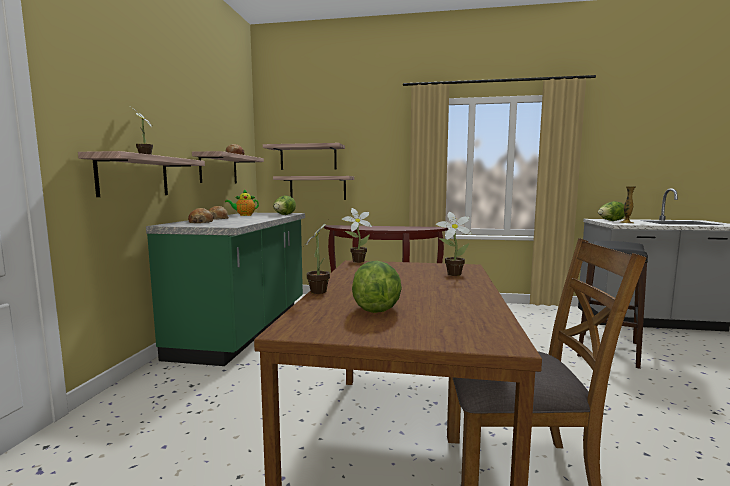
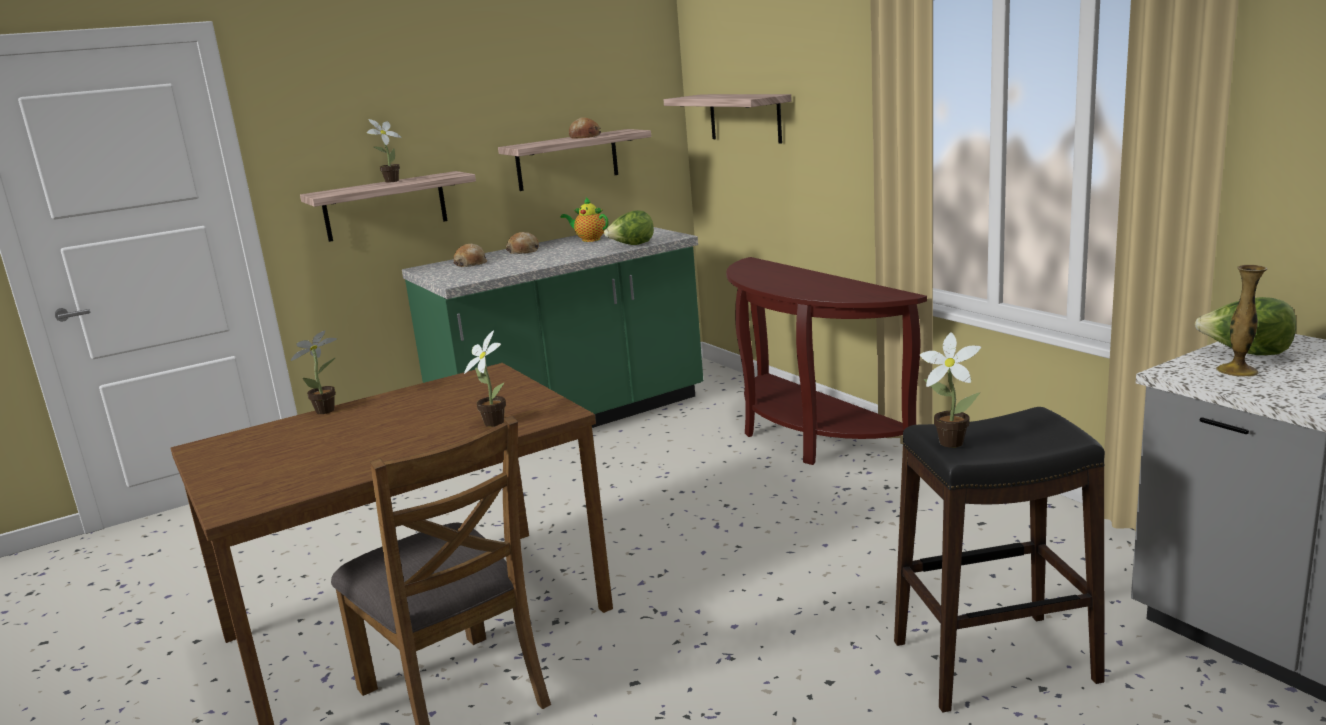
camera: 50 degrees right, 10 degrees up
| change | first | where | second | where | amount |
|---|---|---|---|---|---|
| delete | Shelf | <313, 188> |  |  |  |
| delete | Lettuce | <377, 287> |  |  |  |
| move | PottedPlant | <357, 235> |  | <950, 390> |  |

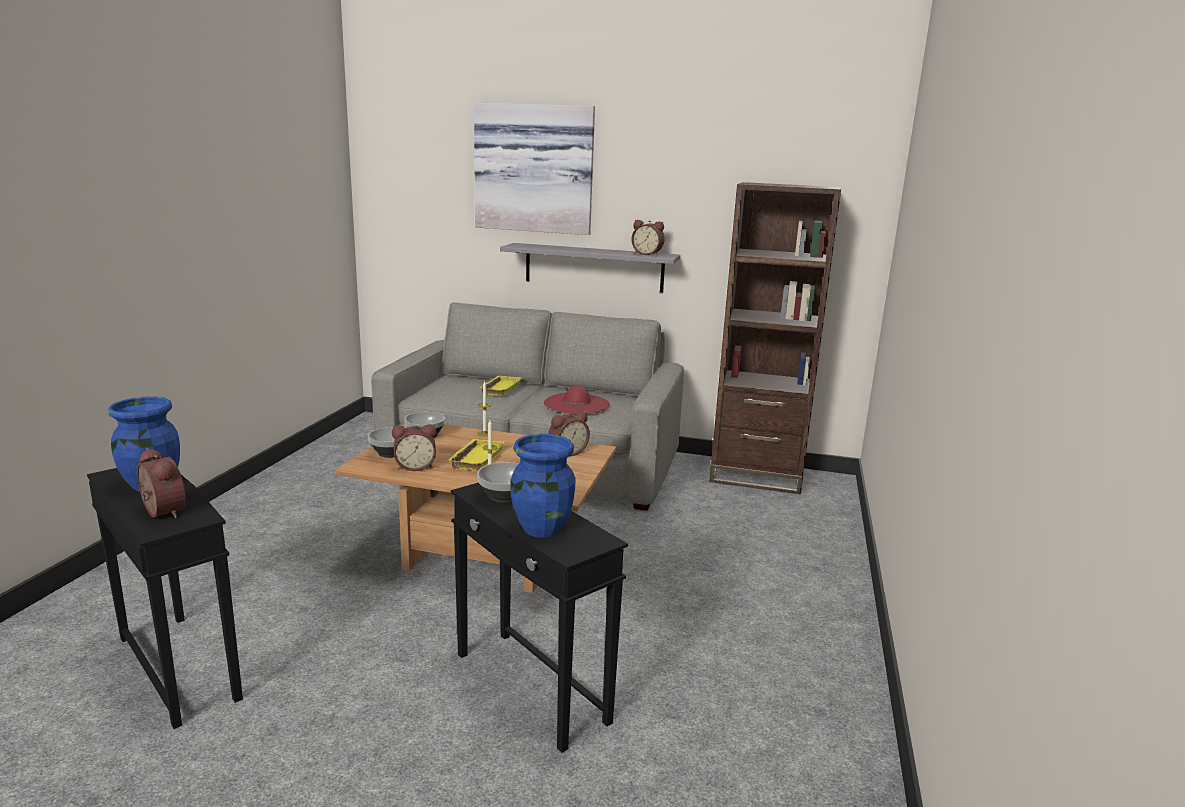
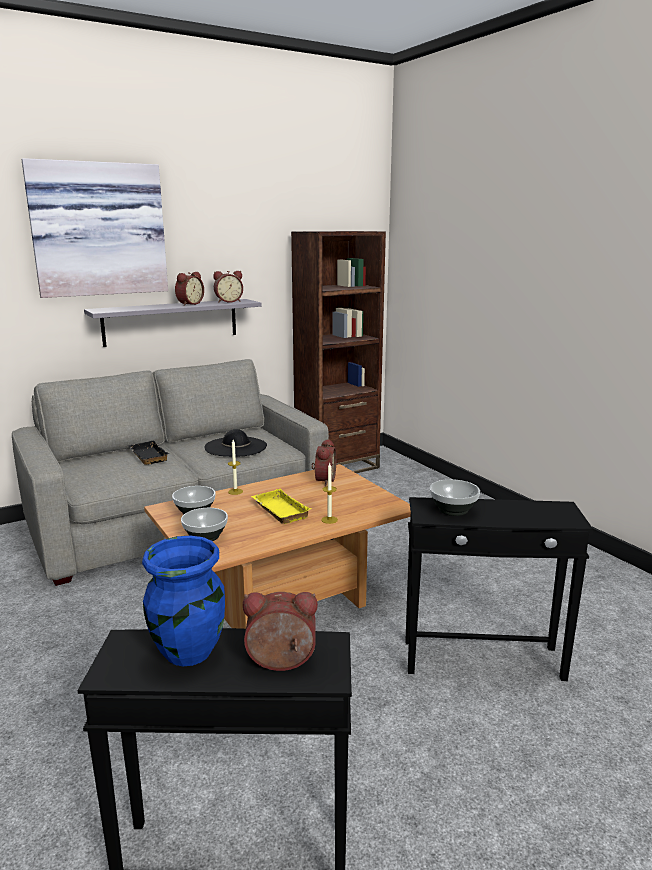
camera: 45 degrees left, 0 degrees up
| change | first | where | second | where | amount |
|---|---|---|---|---|---|
| delete | BlueVase | <542, 486> |  |  |  |
| move | AlarmClock | <414, 447> |  | <189, 289> |  |
| recolor | YellowTray | <501, 386> | BlackTray | <148, 453> |  |
| recolor | RedHat | <577, 399> | BlackHat | <235, 442> |  |

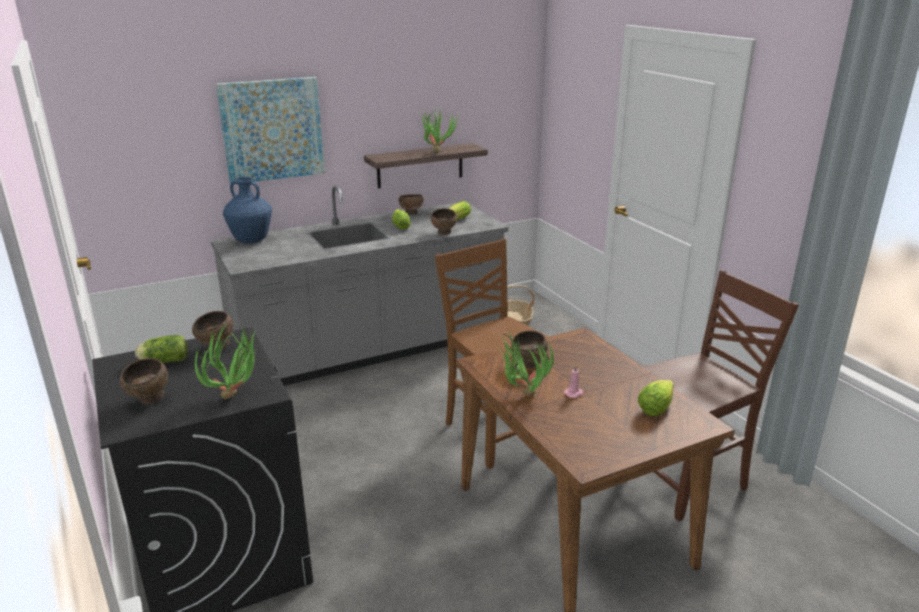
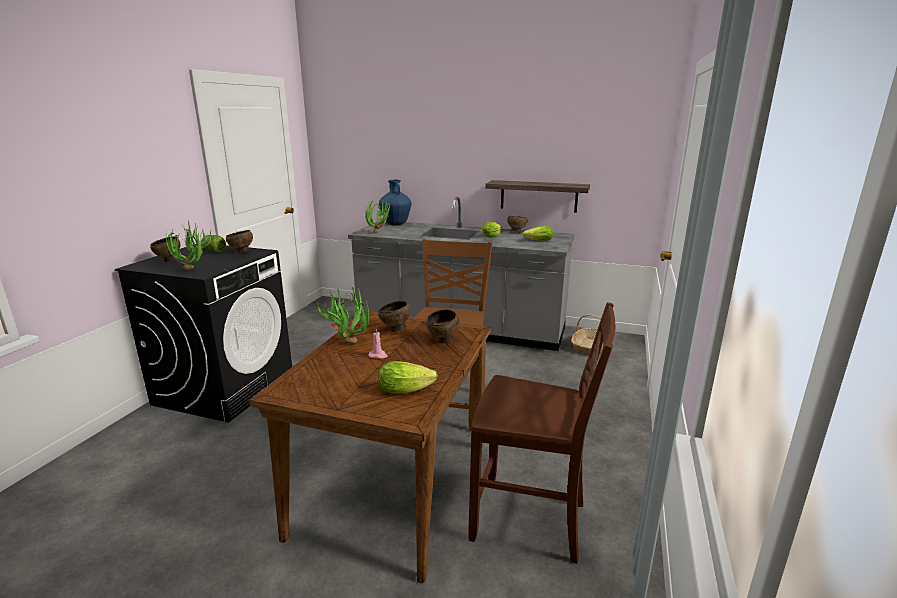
camera: 45 degrees right, 5 degrees down
| change | first | where | second | where | amount |
|---|---|---|---|---|---|
| delete | Picture | <270, 130> |  |  |  |
| move | PottedPlant | <440, 130> |  | <377, 216> |  |
| move | BrownBowl | <444, 221> |  | <442, 326> |  |

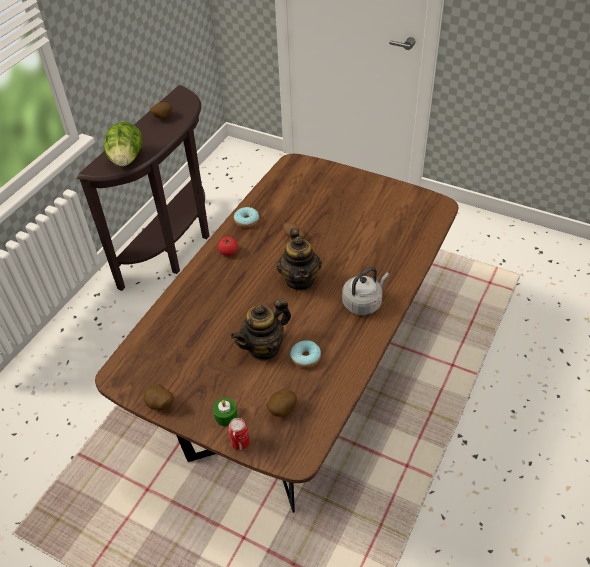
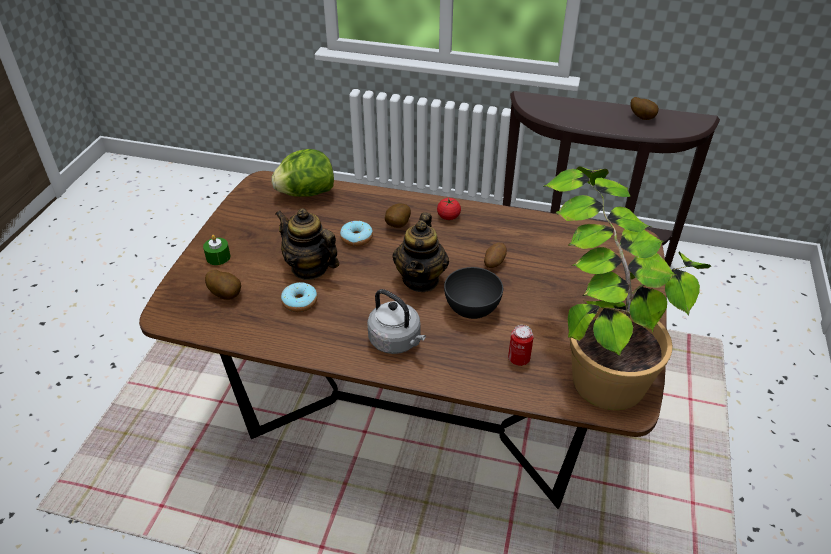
camera: 75 degrees right, 5 degrees down
| change | first | where | second | where | amount |
|---|---|---|---|---|---|
| insert |  |  | GreyBowl | <473, 293> |  |
| insert |  |  | PottedPlant | <627, 288> |  |
| move | Lettuce | <123, 144> |  | <303, 173> |  |
| move | Potato | <159, 397> |  | <398, 215> |  |
| move | Can | <239, 434> |  | <520, 345> |  |
| move | Donut | <246, 217> |  | <356, 234> |  |
| rotate | Teapot | <299, 259> |  | <421, 252> | 60 degrees counterclockwise |

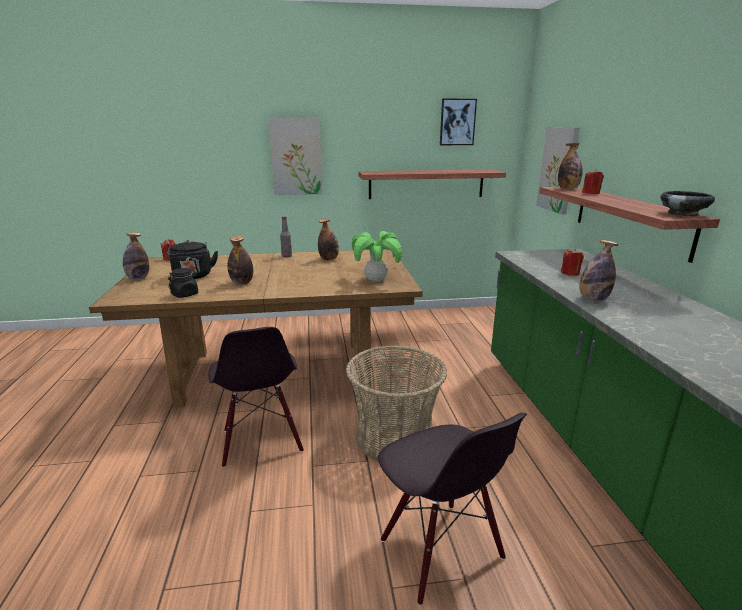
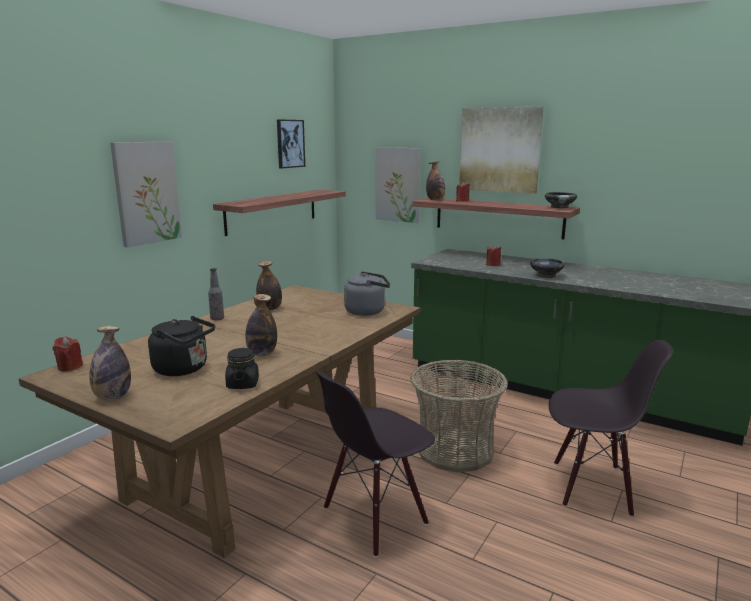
camera: 50 degrees left, 5 degrees down
| change | first | where | second | where | amount |
|---|---|---|---|---|---|
| insert |  |  | Picture | <501, 150> |  |
| replace | PottedPlant | <377, 256> | GreyKettle | <367, 293> |  |
| replace | Bottle | <598, 270> | BlackBowl | <547, 268> |  |
| rotate | BlackChair | <256, 397> |  | <375, 464> | 120 degrees clockwise |

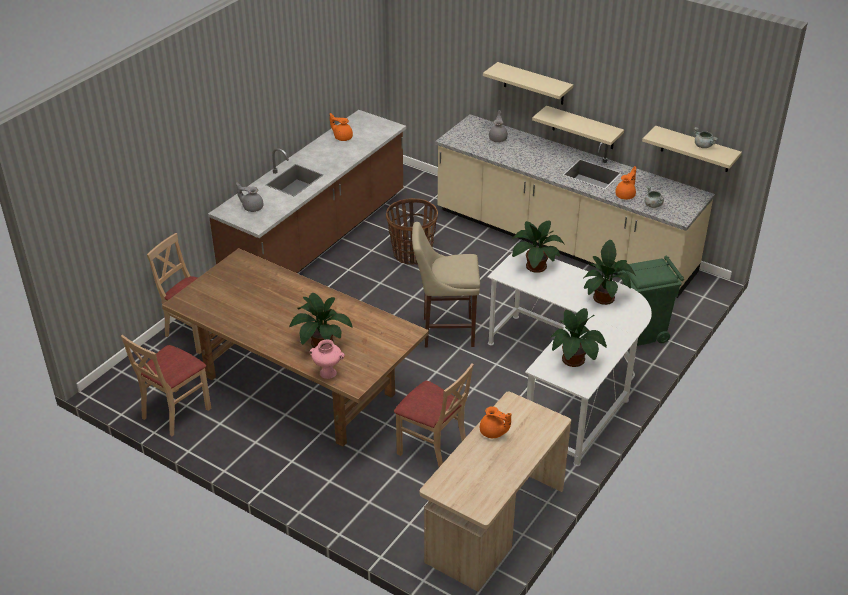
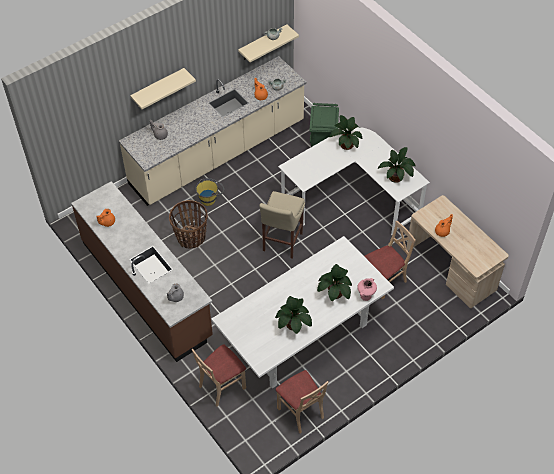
camera: 70 degrees left, 15 degrees up
| change | first | where | second | where | amount |
|---|---|---|---|---|---|
| delete | BeigeShelf | <578, 127> |  |  |  |
| insert |  |  | YellowBucket | <209, 192> |  |
| move | PottedPlant | <537, 247> |  | <293, 315> |  |
| recolor | BrownDiningTable | <295, 347> | WhiteDiningTable | <302, 312> |  |

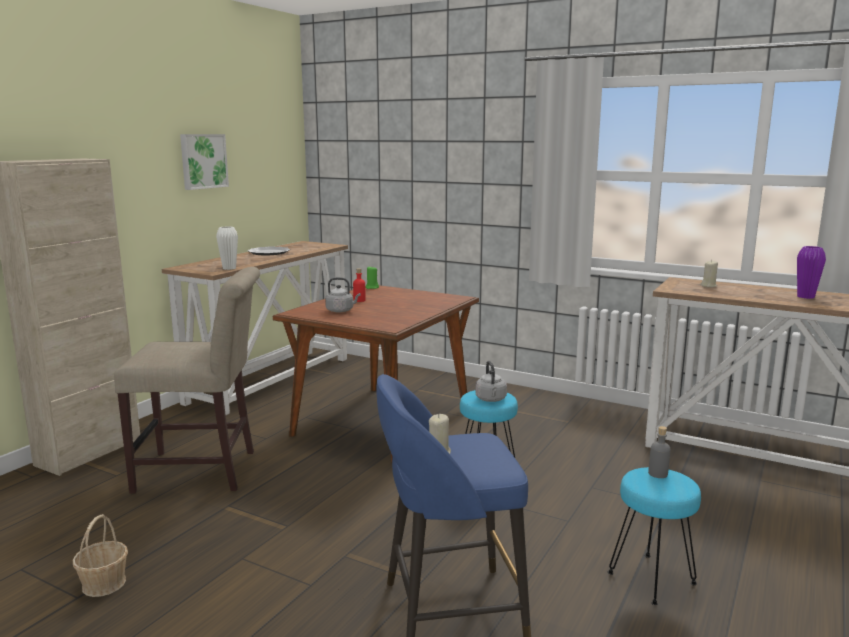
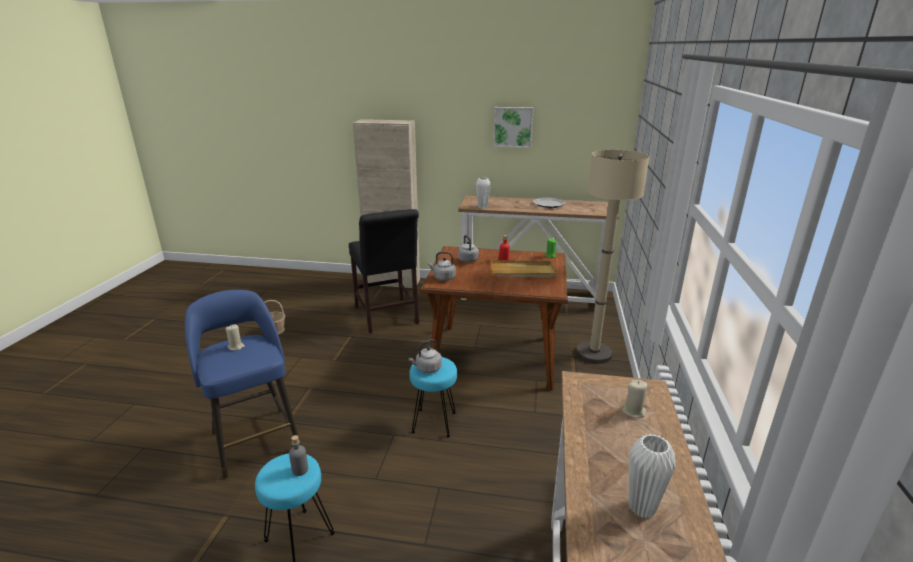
camera: 70 degrees right, 10 degrees up
| change | first | where | second | where | amount |
|---|---|---|---|---|---|
| insert |  |  | GreyKettle | <442, 266> |  |
| insert |  |  | BeigeTray | <524, 269> |  |
| insert |  |  | BeigeFloorLamp | <612, 257> |  |
| recolor | BeigeChair | <187, 380> | BlackChair | <384, 271> |  |
| recolor | PurpleVase | <811, 272> | WhiteVase | <652, 476> |  |

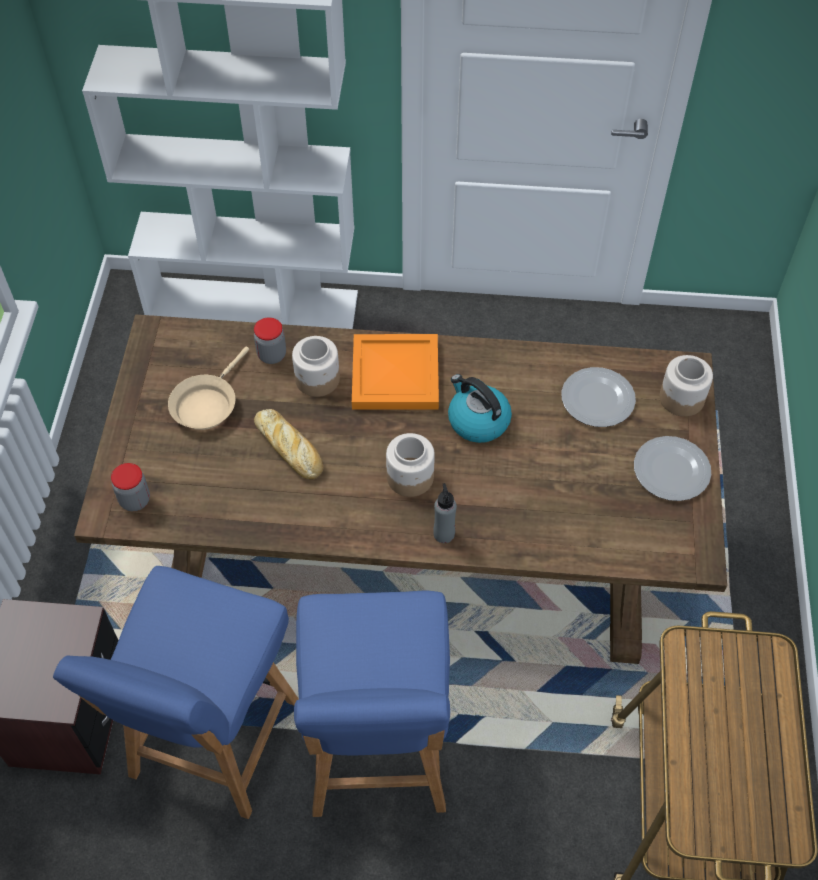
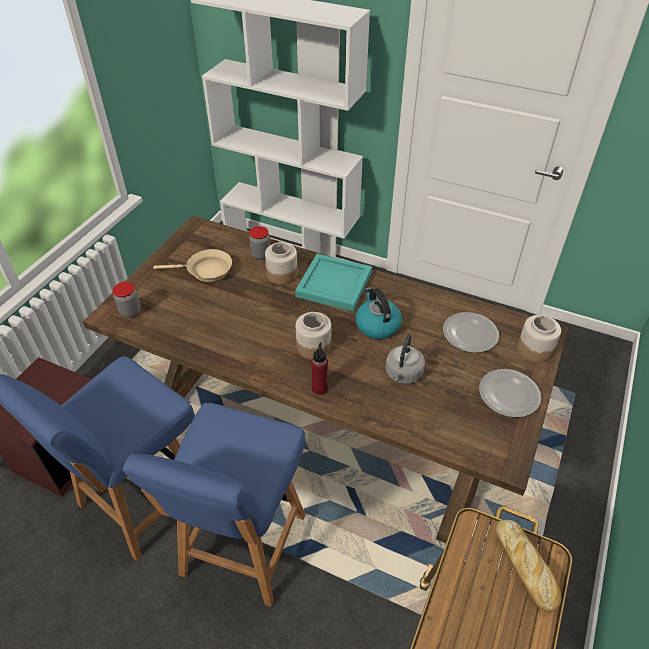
camera: 20 degrees right, 10 degrees down
| change | first | where | second | where | amount |
|---|---|---|---|---|---|
| insert |  |  | GreyKettle | <405, 359> |  |
| move | Bread | <288, 444> |  | <528, 566> |  |
| recolor | OrangeTray | <395, 371> | TurquoiseTray | <333, 282> |  |
| recolor | GreyBottle | <445, 513> | RedBottle | <319, 369> |  |
| rotate | BeigeFryingPan | <208, 388> |  | <192, 265> | 135 degrees counterclockwise |

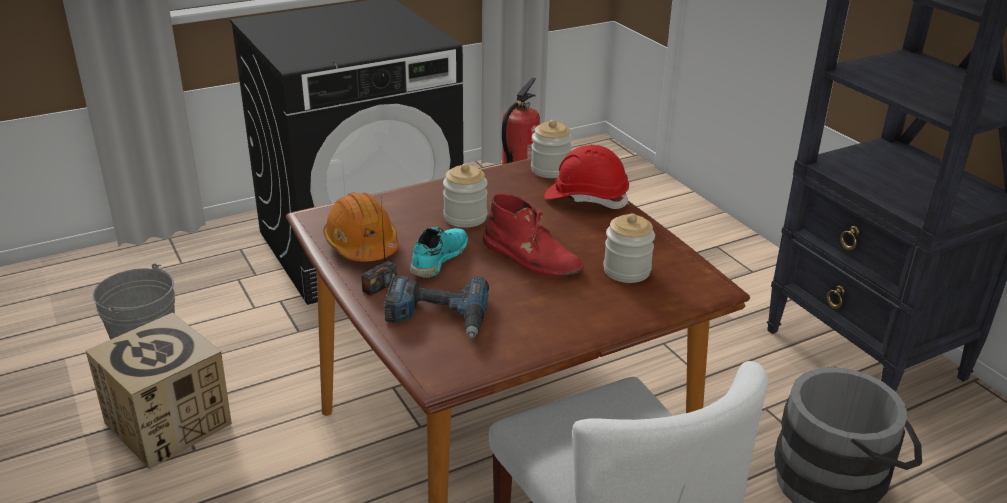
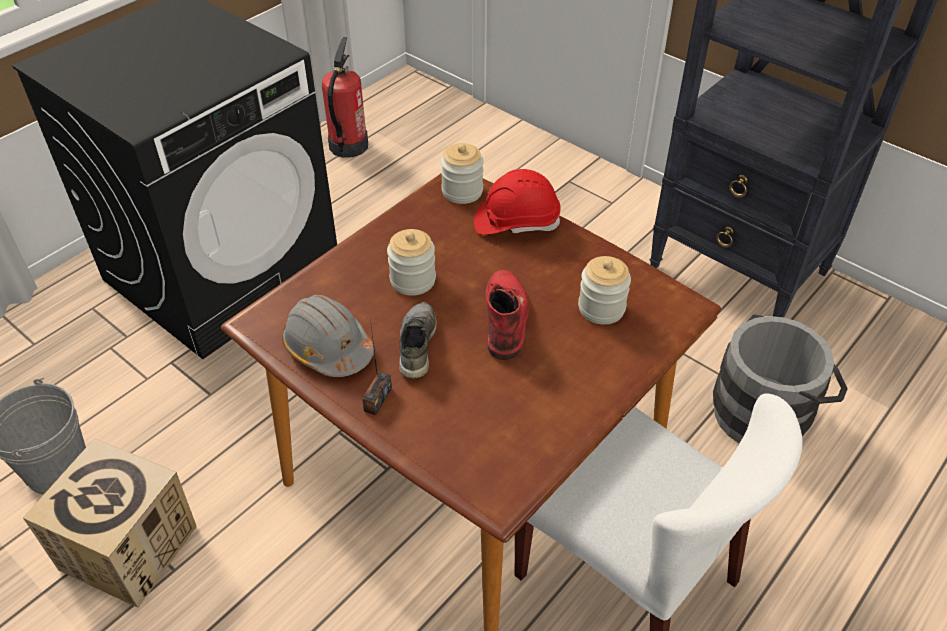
camera: 20 degrees left, 15 degrees up
| change | first | where | second | where | amount |
|---|---|---|---|---|---|
| delete | PowerDrill | <436, 307> |  |  |  |
| recolor | OrangeHardHat | <361, 227> | GreyHardHat | <328, 336> |  |
| recolor | TurquoiseShoe | <439, 252> | GreyShoe | <418, 340> |  |
| rotate | RedBoot | <533, 235> |  | <507, 315> | 105 degrees counterclockwise |

